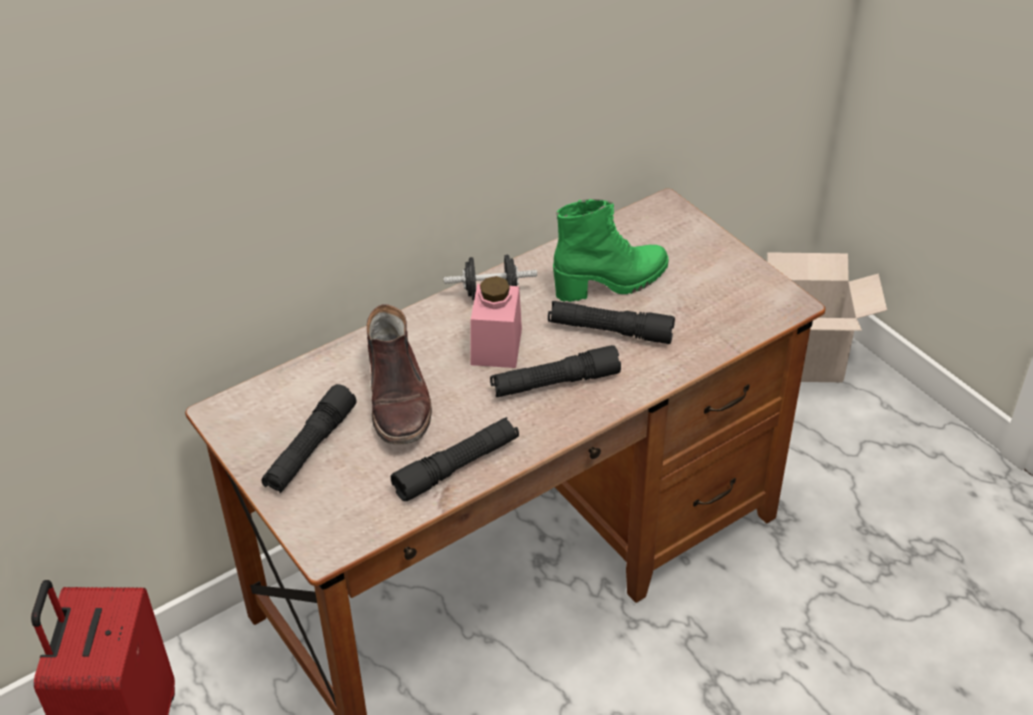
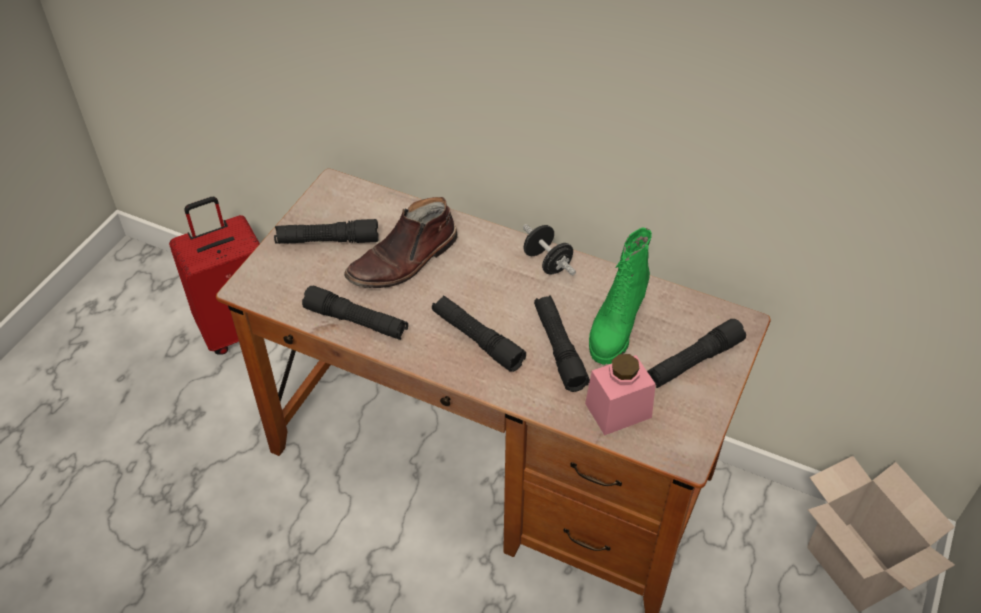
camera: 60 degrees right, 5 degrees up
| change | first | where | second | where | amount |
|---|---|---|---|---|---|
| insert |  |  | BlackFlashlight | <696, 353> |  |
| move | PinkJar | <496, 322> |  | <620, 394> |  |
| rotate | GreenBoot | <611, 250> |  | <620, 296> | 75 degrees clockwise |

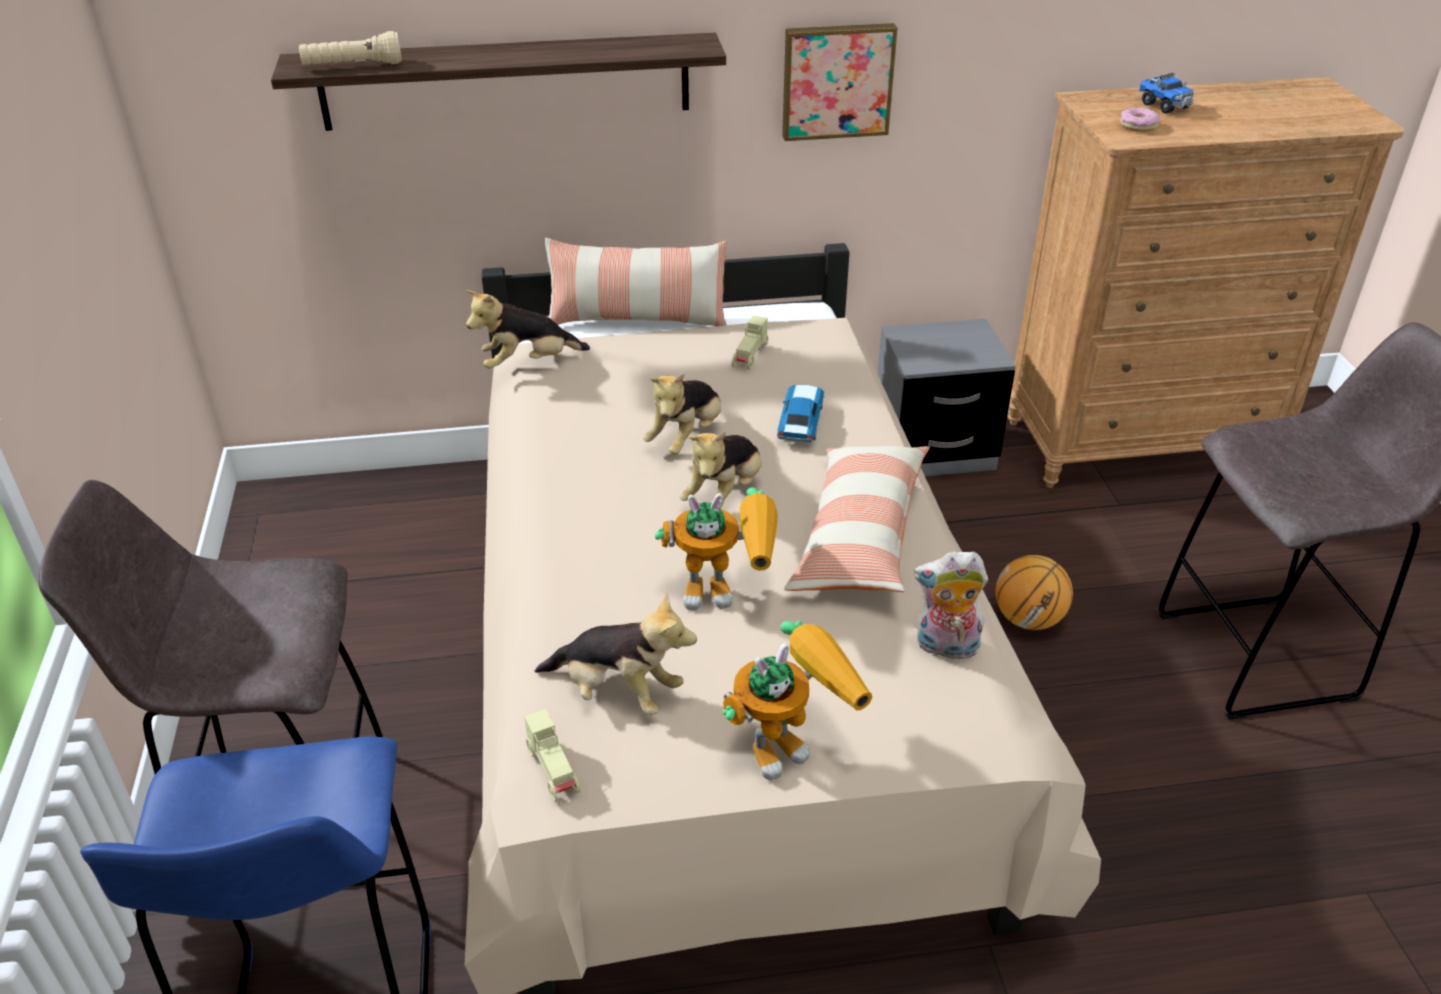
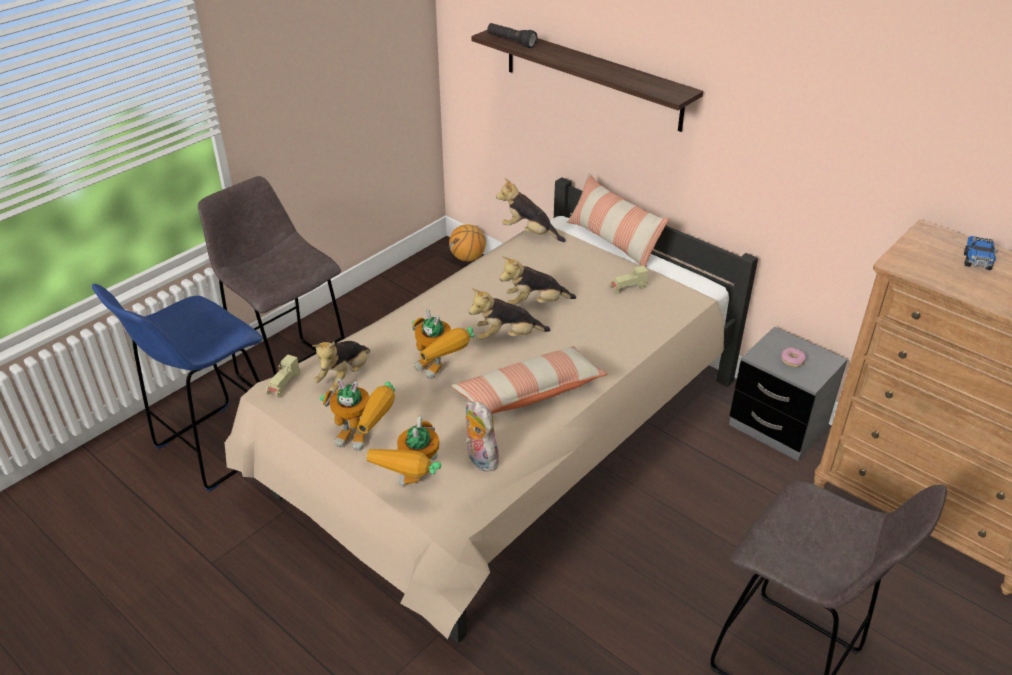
camera: 50 degrees right, 0 degrees up
| change | first | where | second | where | amount |
|---|---|---|---|---|---|
| delete | ToyCar | <801, 413> |  |  |  |
| delete | Picture | <839, 82> |  |  |  |
| insert |  |  | ToyRobot | <403, 451> |  |
| move | Basketball | <1034, 592> |  | <467, 242> |  |
| move | Donut | <1140, 120> |  | <793, 357> |  |
| recolor | BeigeFlashlight | <350, 48> | BlackFlashlight | <512, 35> |  |
| rotate | PlushToy | <616, 653> |  | <341, 366> | 45 degrees clockwise |

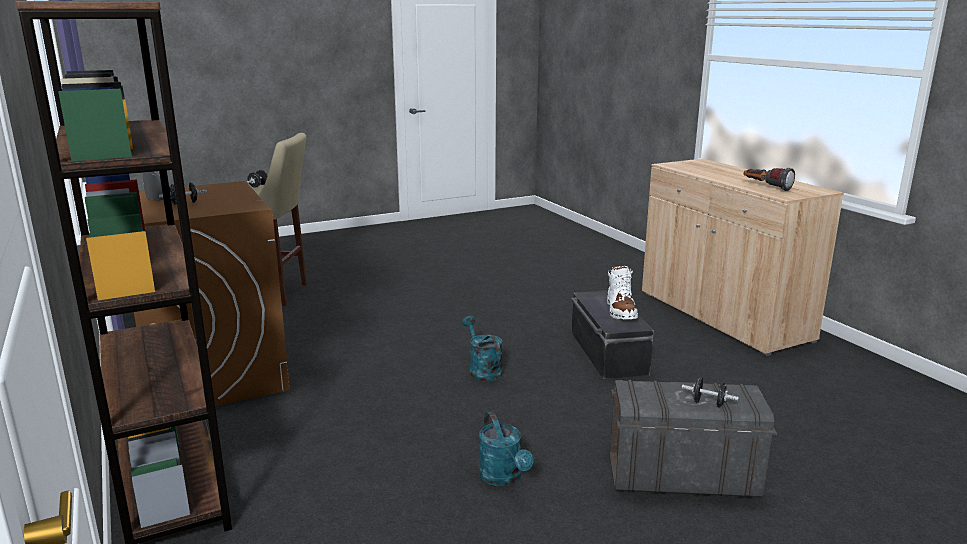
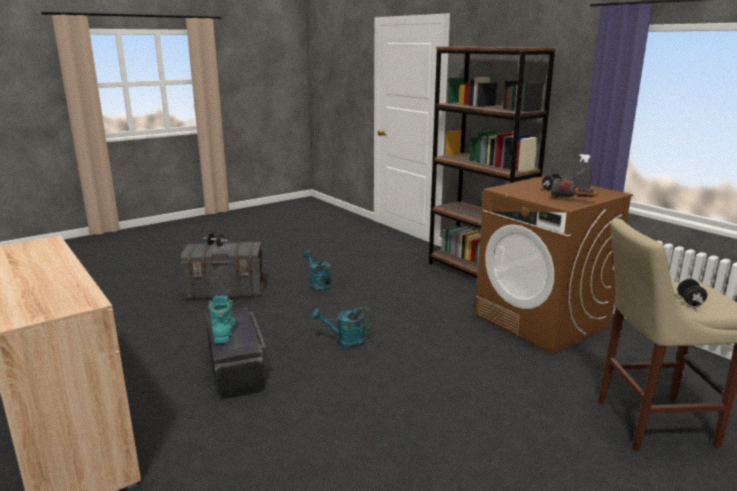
camera: 170 degrees right, 0 degrees up
| change | first | where | second | where | amount |
|---|---|---|---|---|---|
| move | Flashlight | <769, 179> |  | <574, 188> |  |
| recolor | WhiteBoot | <622, 292> | TurquoiseBoot | <221, 319> |  |
| rotate | TurquoiseWateringCan | <482, 349> |  | <341, 327> | 120 degrees clockwise |

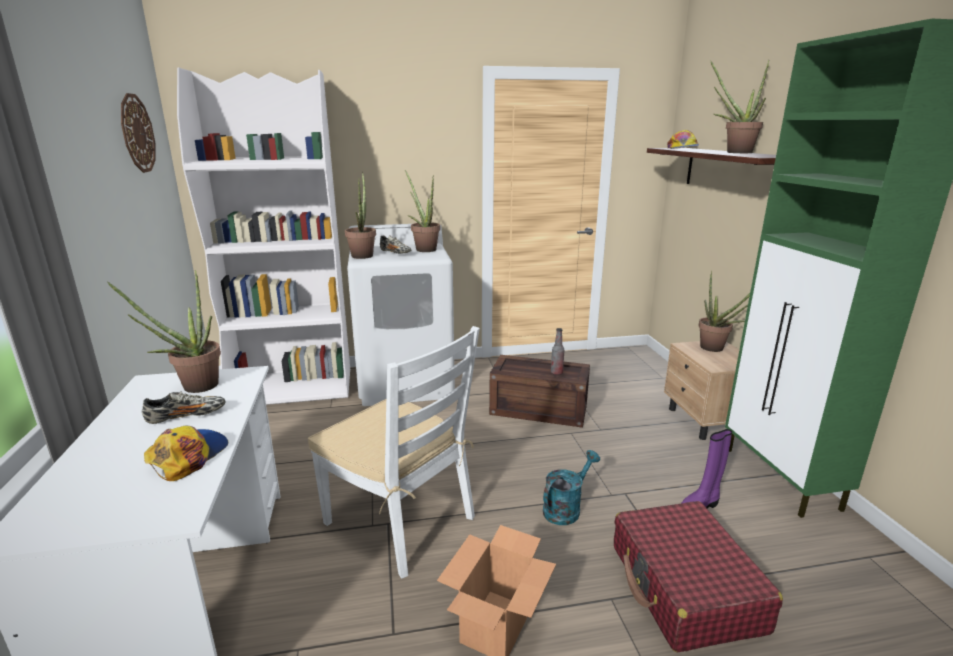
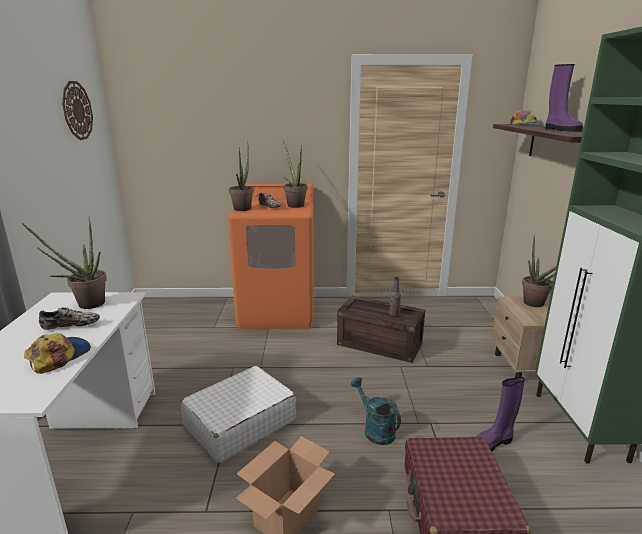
camera: 10 degrees right, 0 degrees up
| change | first | where | second | where | amount |
|---|---|---|---|---|---|
| delete | WhiteBookcase | <263, 236> |  |  |  |
| replace | WhiteChair | <394, 452> | WhiteSuitcase | <238, 414> |  |
| replace | PottedPlant | <740, 106> | PurpleBoot | <564, 98> |  |
| recolor | WhiteWashingMachine | <401, 315> | OrangeWashingMachine | <271, 256> |  |
| rotate | TurquoiseWateringCan | <571, 487> |  | <376, 411> | 90 degrees counterclockwise |

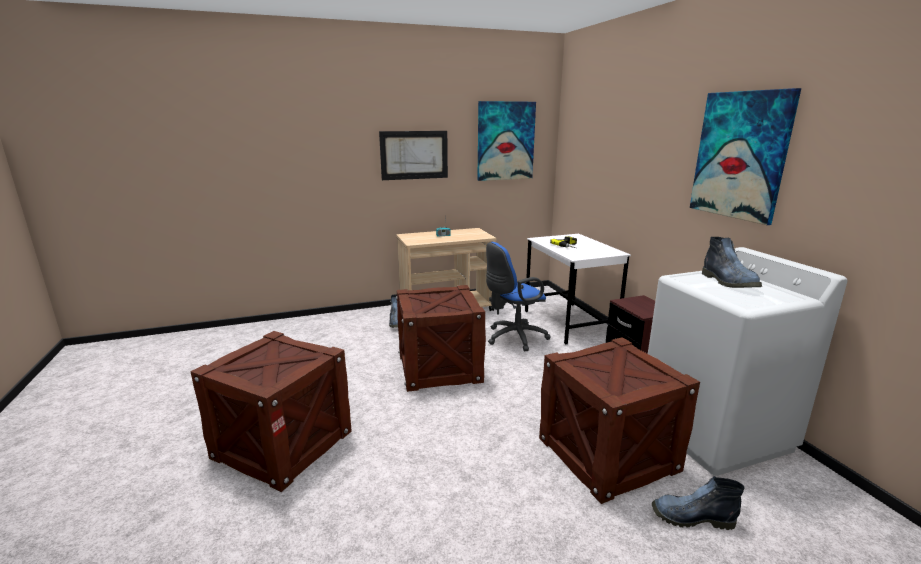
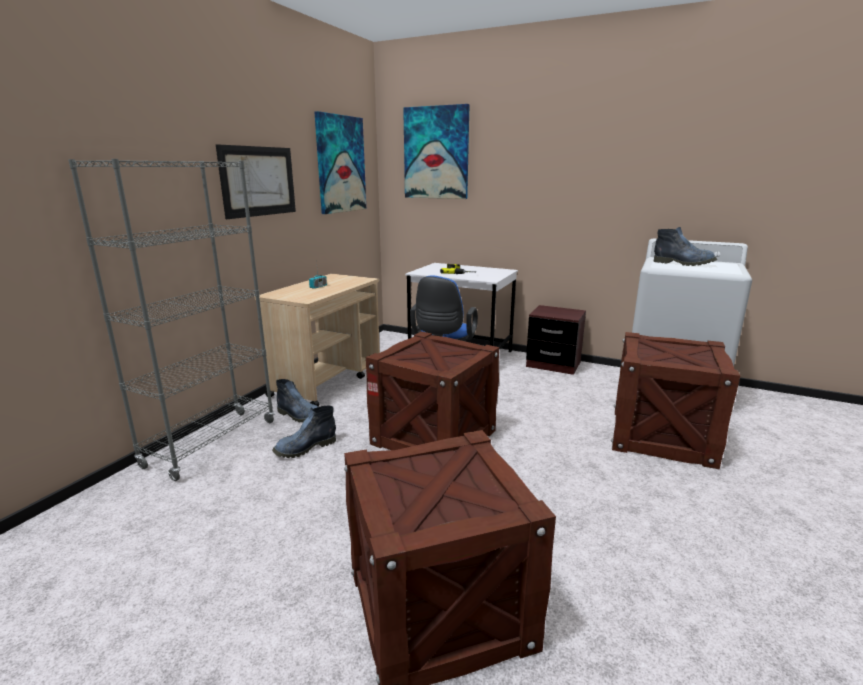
camera: 45 degrees left, 0 degrees up
| change | first | where | second | where | amount |
|---|---|---|---|---|---|
| insert |  |  | GreyBookcase | <171, 320> |  |
| move | Boot | <698, 503> |  | <304, 432> |  |
| move | Picture | <745, 156> |  | <436, 151> |  |

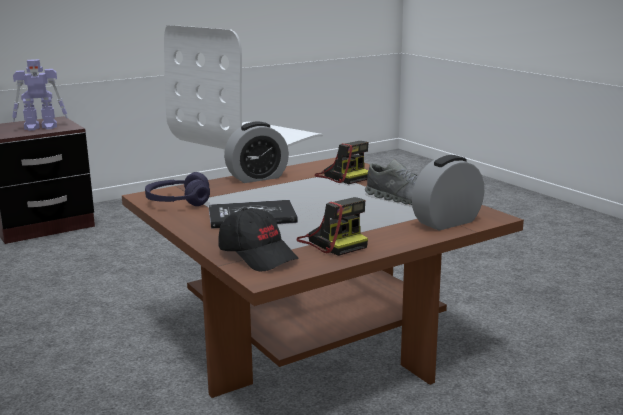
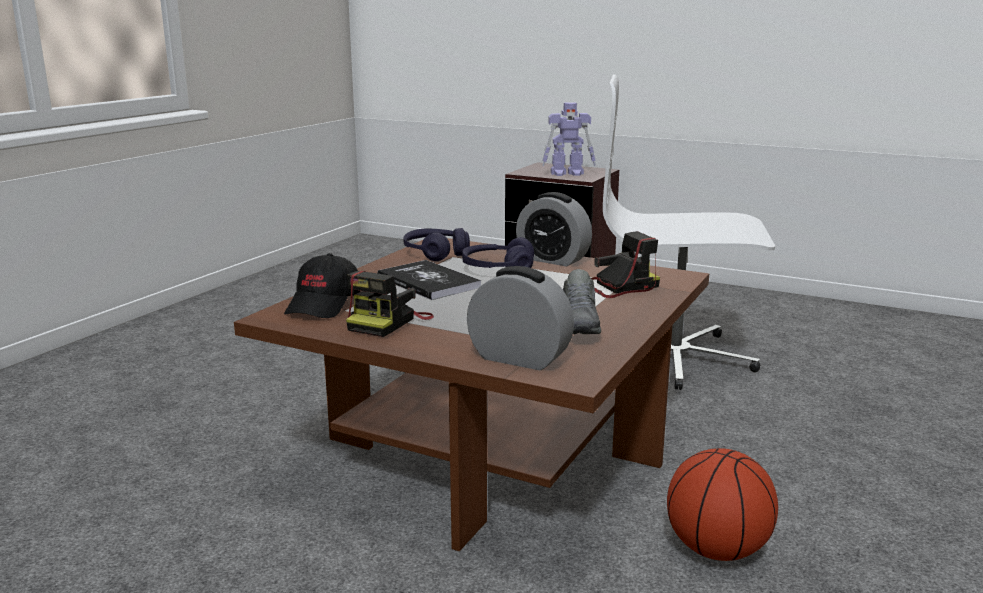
camera: 60 degrees right, 0 degrees up
| change | first | where | second | where | amount |
|---|---|---|---|---|---|
| insert |  |  | PurpleHeadphones | <498, 252> |  |
| insert |  |  | Basketball | <722, 504> |  |
| rotate | ToyRobot | <40, 95> |  | <569, 139> | 45 degrees counterclockwise |
| rotate | PhotoCamera | <341, 162> |  | <625, 264> | 135 degrees counterclockwise |

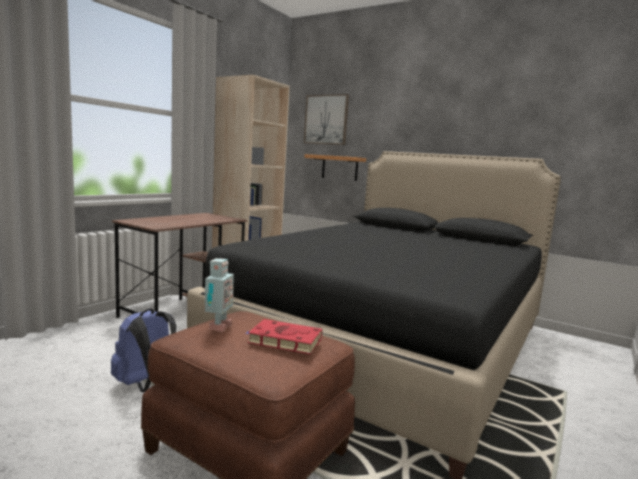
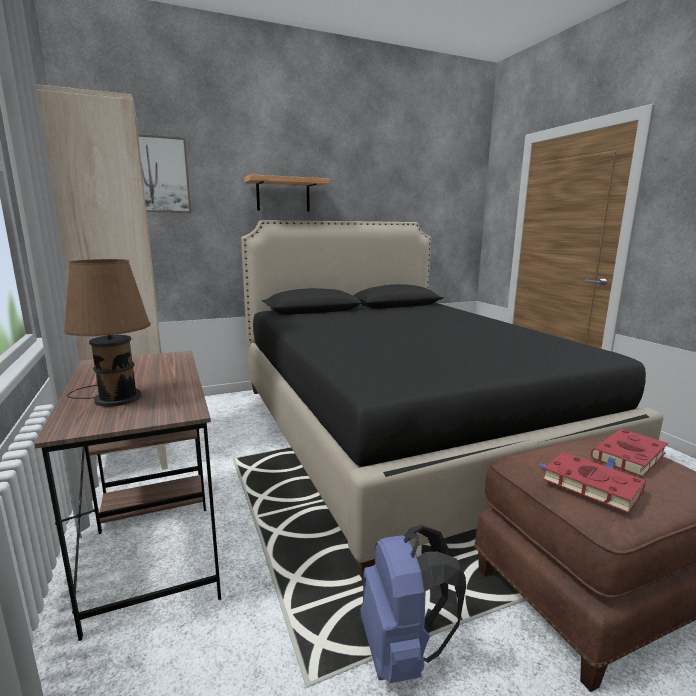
camera: 55 degrees left, 5 degrees up
| change | first | where | second | where | amount |
|---|---|---|---|---|---|
| insert |  |  | BrownTableLamp | <107, 333> |  |
| move | Shelf | <335, 167> |  | <286, 193> |  |
| replace | ToyRobot | <219, 295> | RedBook | <592, 482> |  |

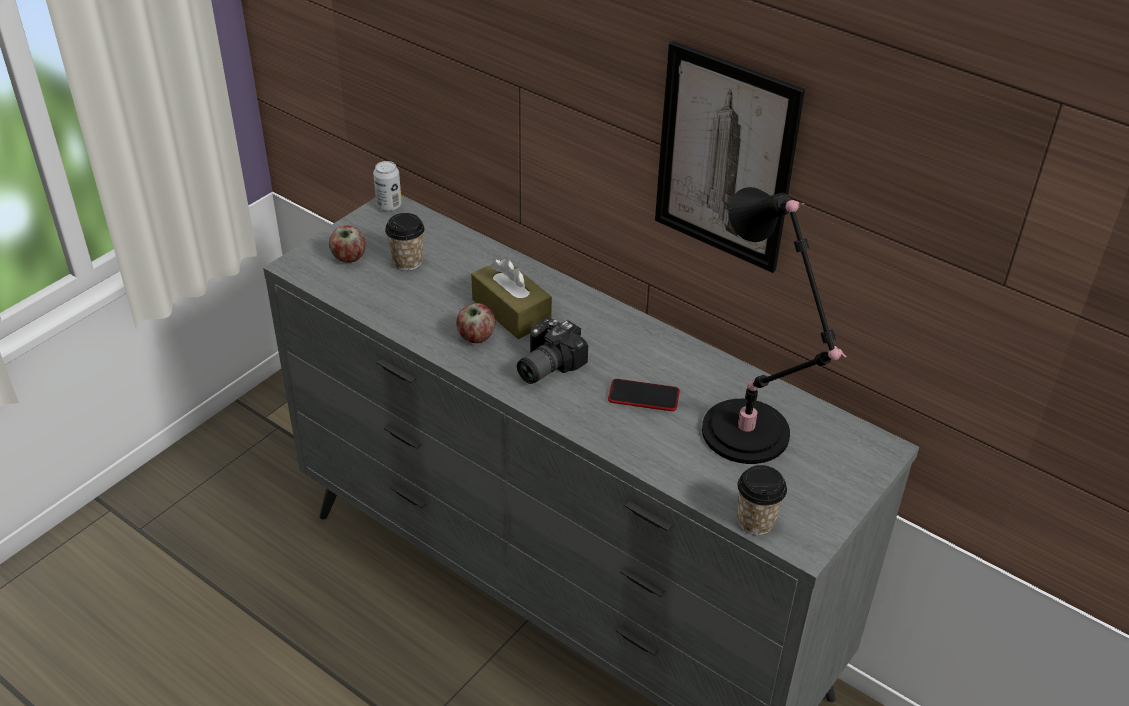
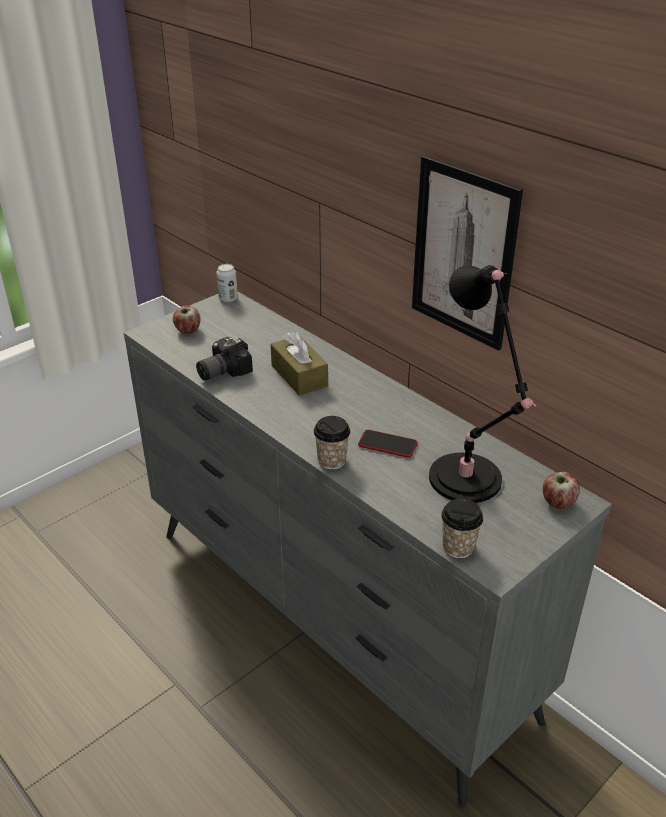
camera: 10 degrees right, 5 degrees down
| change | first | where | second | where | amount |
|---|---|---|---|---|---|
| move | Cup | <405, 242> |  | <332, 443> |  |
| move | Apple | <475, 323> |  | <561, 490> |  |
| move | PhotoCamera | <552, 351> |  | <224, 358> |  |

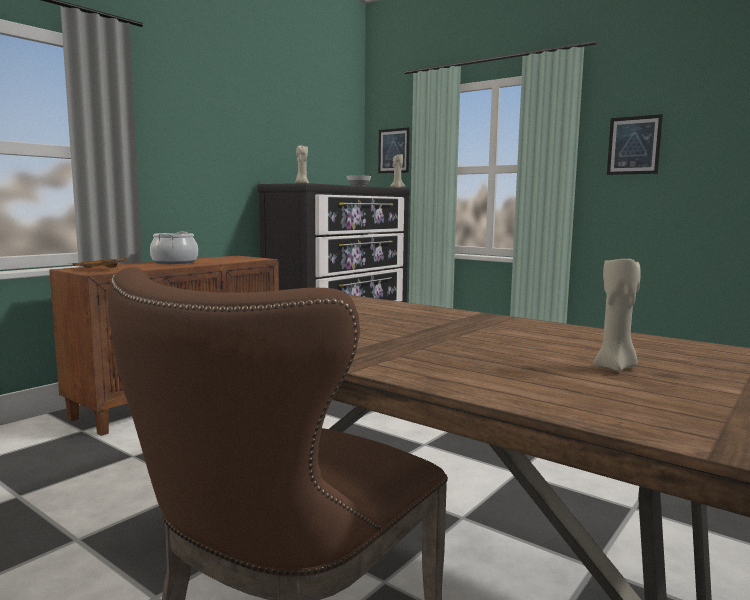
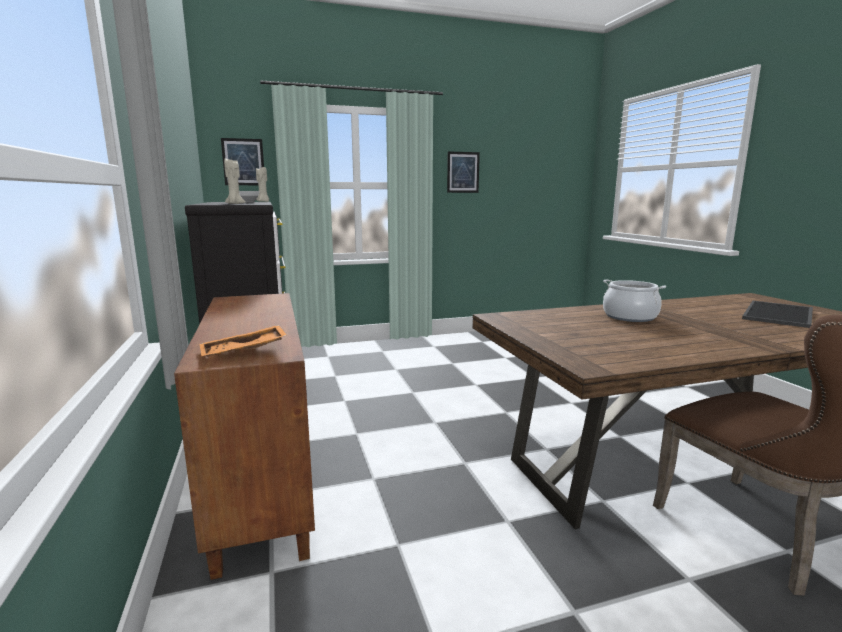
camera: 55 degrees left, 5 degrees up
| change | first | where | second | where | amount |
|---|---|---|---|---|---|
| move | CookingPot | <174, 248> |  | <634, 300> |  |
| replace | BeigeCandle | <617, 314> | Tray | <777, 314> |  |

